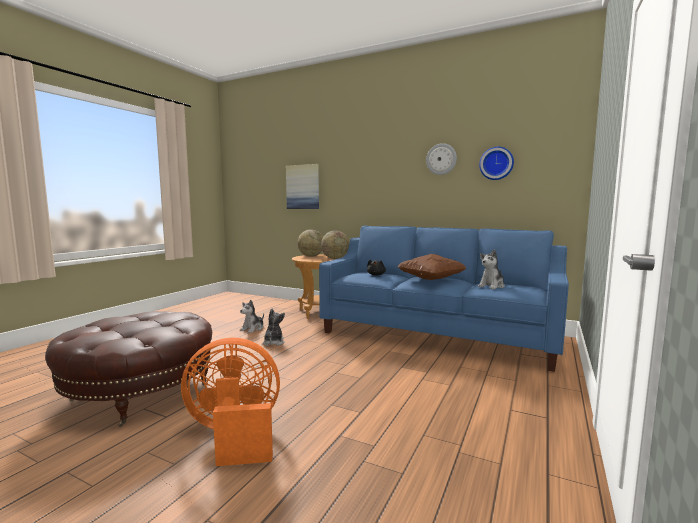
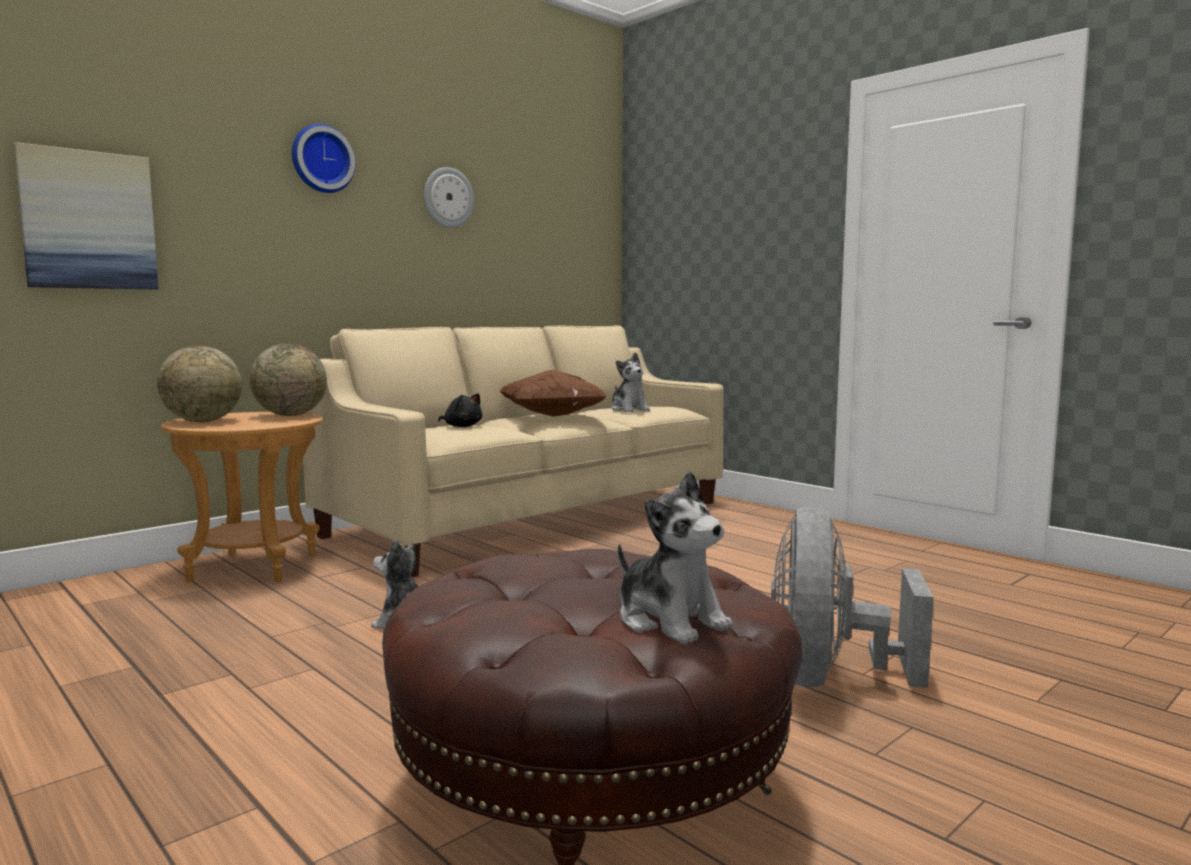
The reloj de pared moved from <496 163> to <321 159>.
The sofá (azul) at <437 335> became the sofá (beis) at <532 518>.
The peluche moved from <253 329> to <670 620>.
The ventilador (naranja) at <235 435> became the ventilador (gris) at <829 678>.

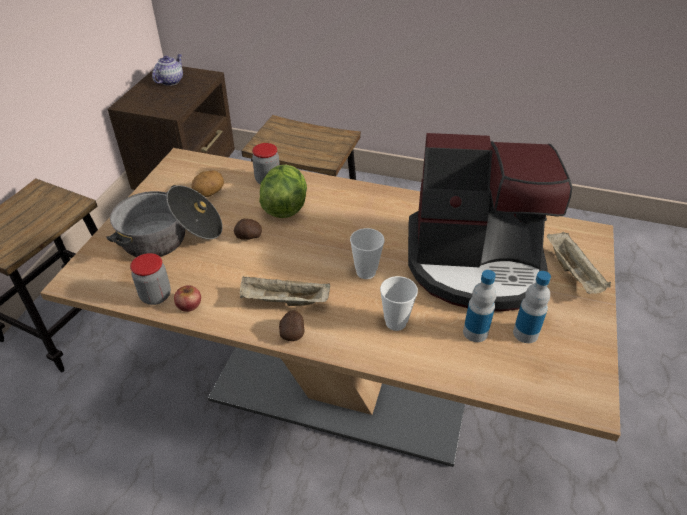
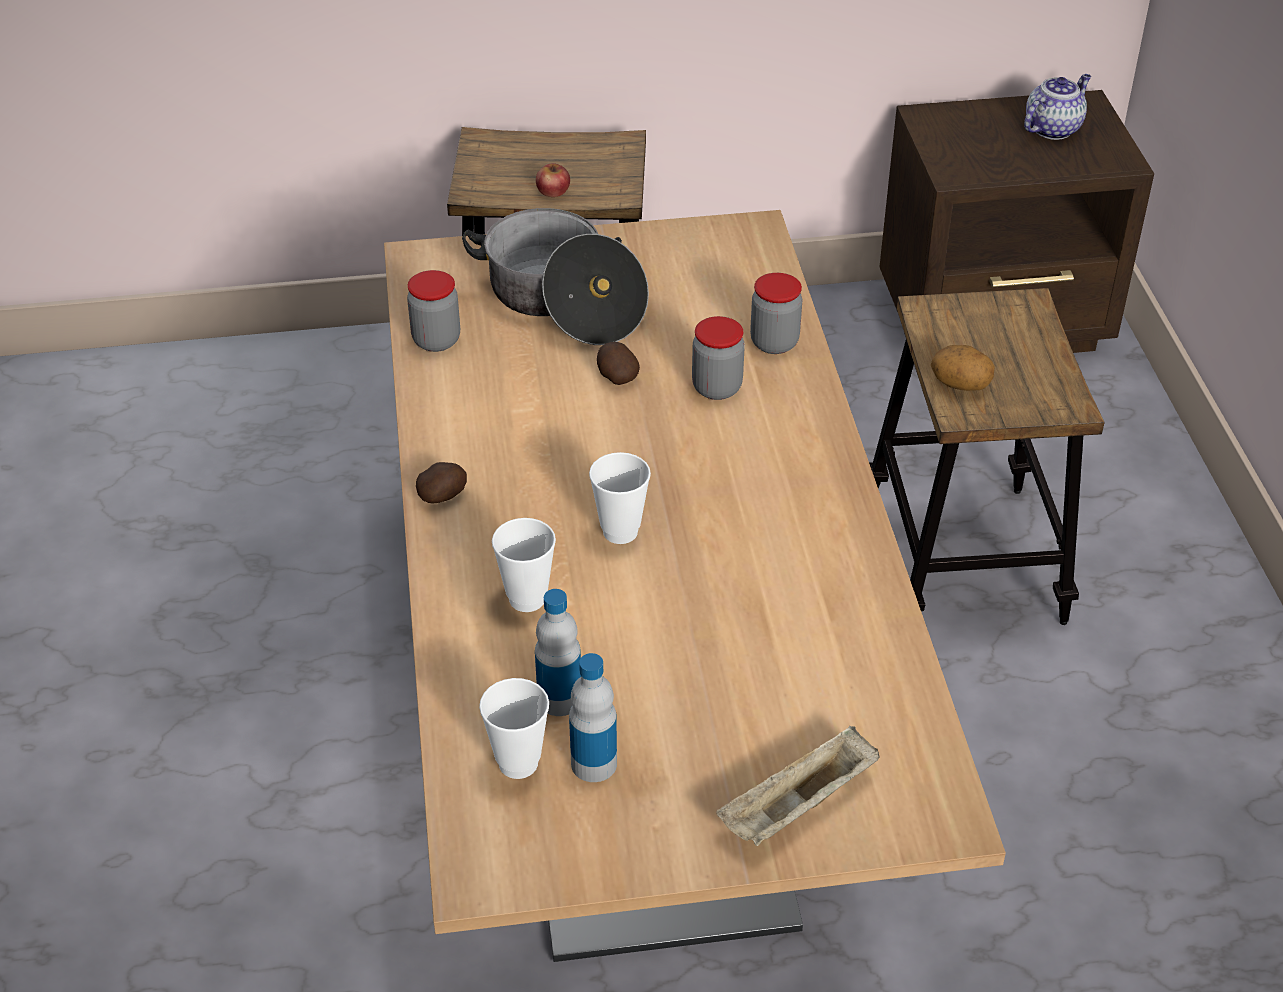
The taza at <518 763> appeared.
The manzana moved from <189 304> to <553 191>.
The lechuga at <285 207> was replaced by the tarro at <717 388>.
The patata moved from <209 193> to <960 385>.
The tetera at <170 81> turned 45 degrees counterclockwise.
The bandeja (beis) at <283 301> disappeared.
The cafetera at <475 264> disappeared.

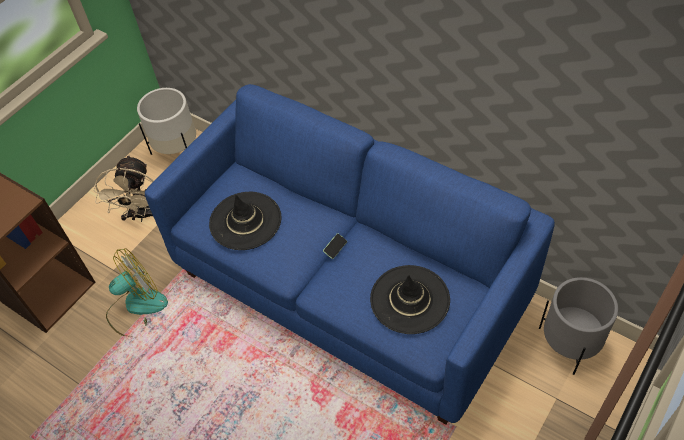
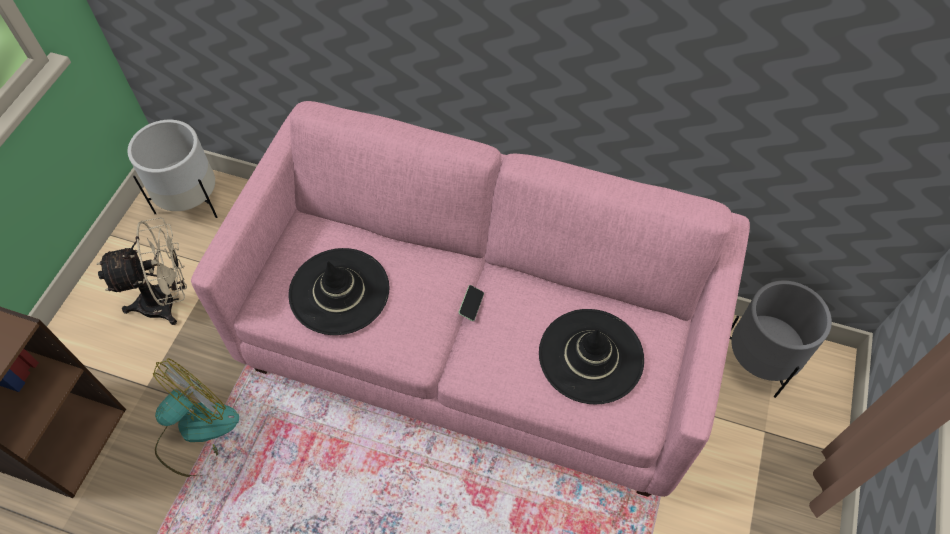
The ventilador (beis) at <142 215> turned 90 degrees counterclockwise.
The sofá (azul) at <350 286> became the sofá (rosa) at <476 343>.

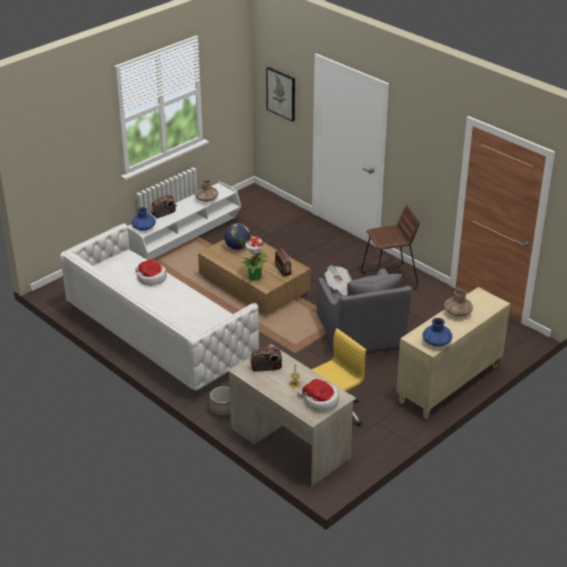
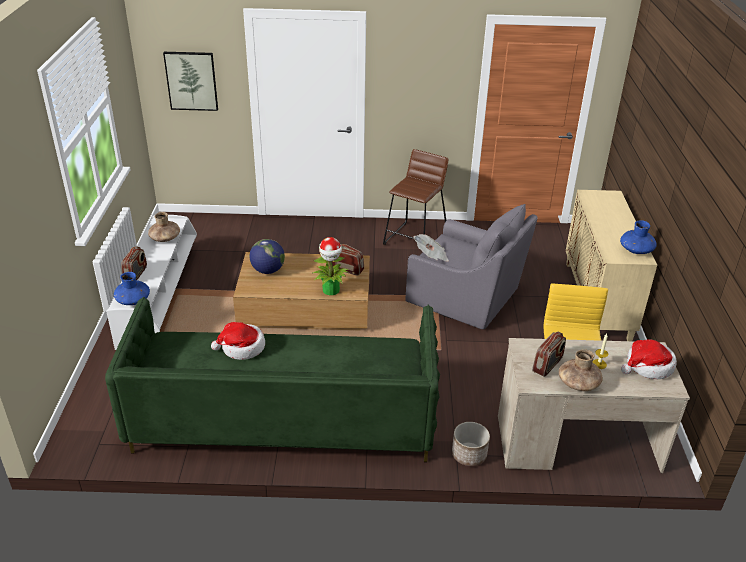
The sofá (blanco) at <160 336> became the sofá (verde) at <283 416>.
The florero (marrón) moved from <457 312> to <578 383>.

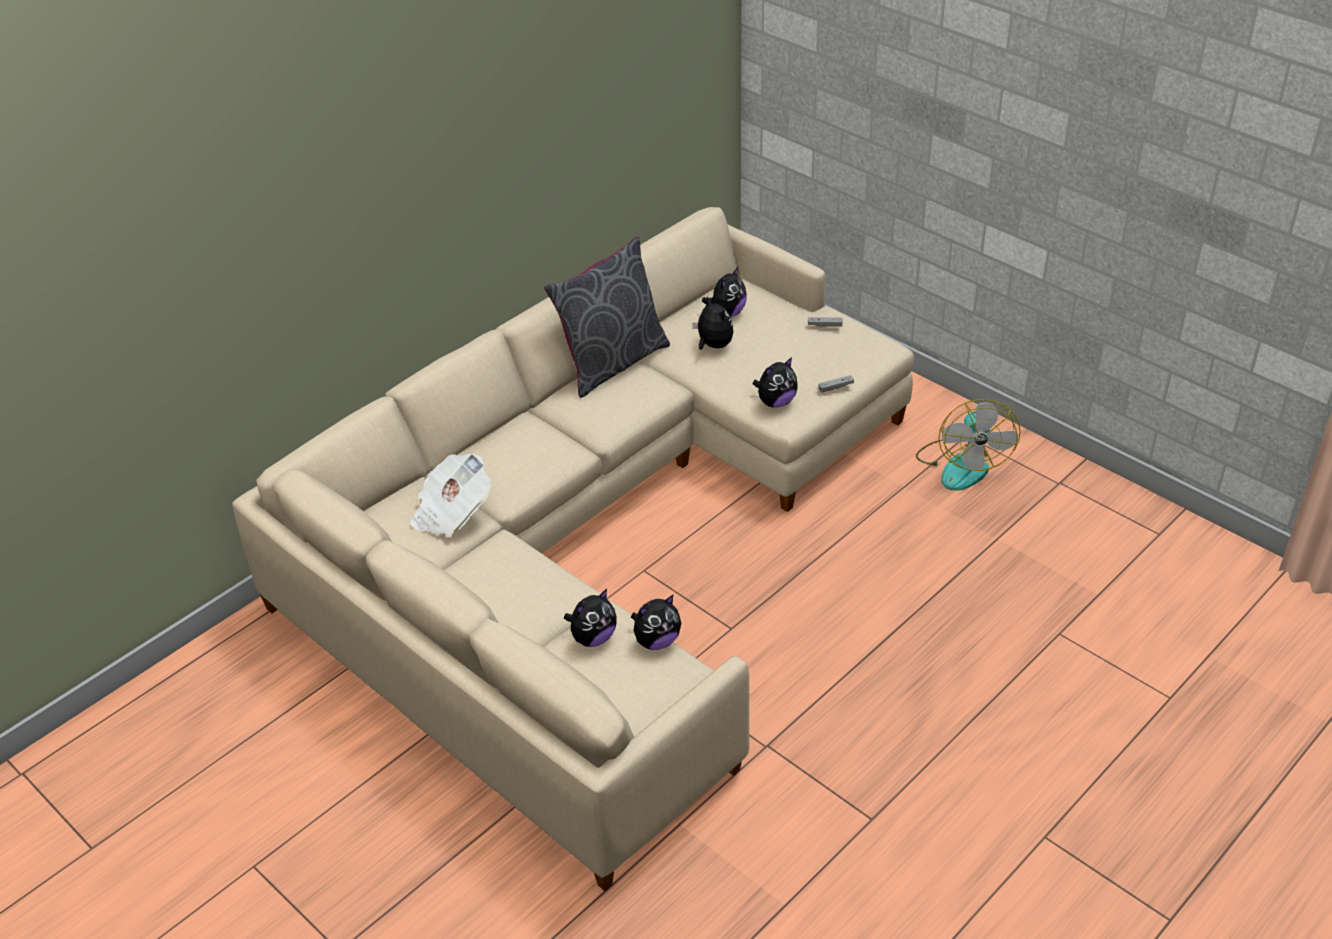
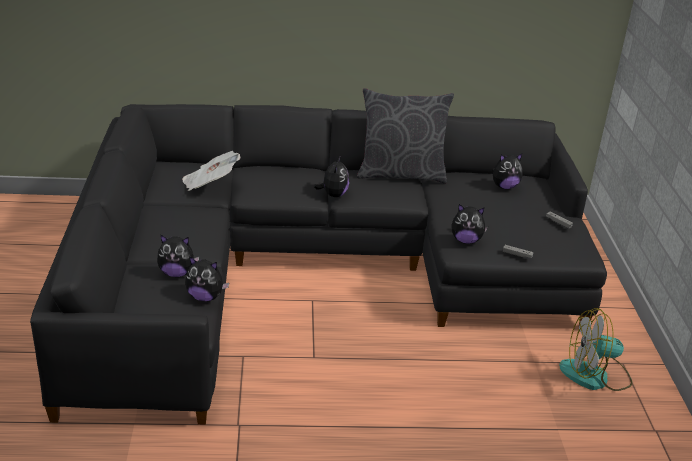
The sofá (beis) at <596 539> became the sofá (negro) at <311 271>.
The peluche moved from <713 345> to <333 195>.
The ventilador at <962 464> turned 45 degrees clockwise.

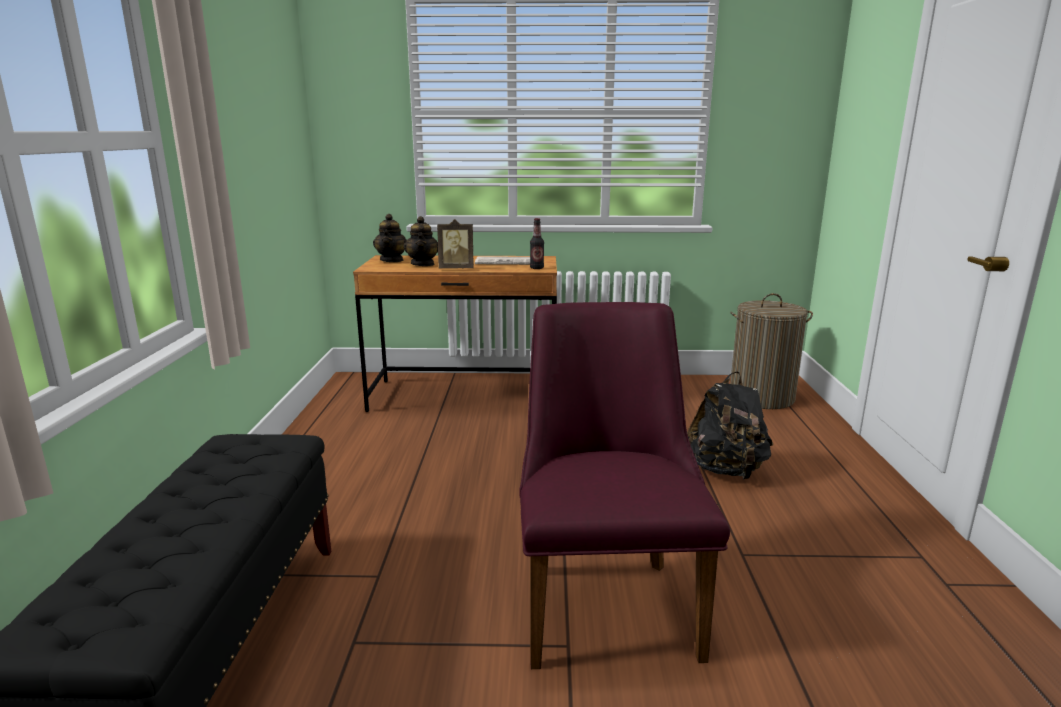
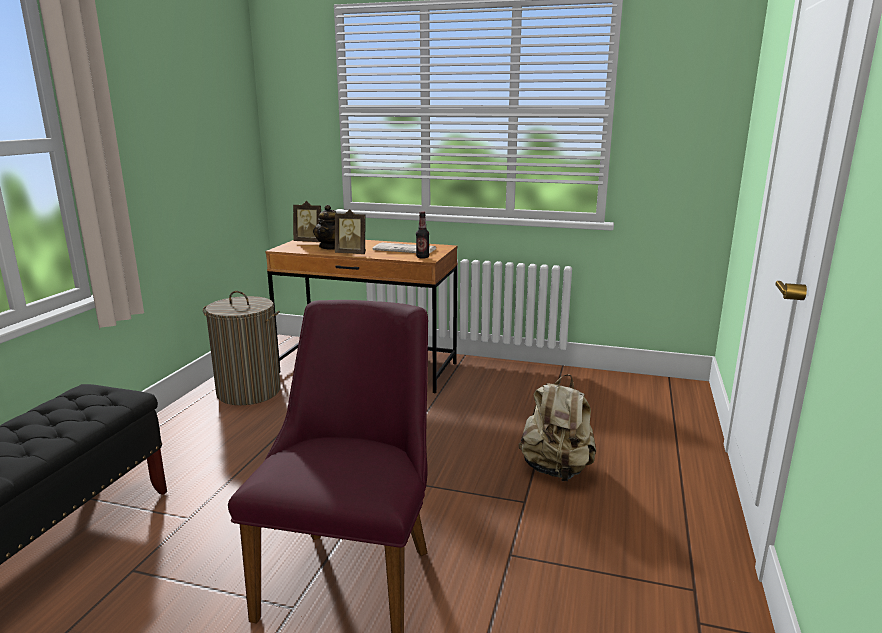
The cesto de la ropa moved from <761 397> to <249 392>.
The tetera at <392 260> was replaced by the portarretratos at <310 242>.
The mochila (negro) at <725 470> became the mochila (beis) at <556 470>.

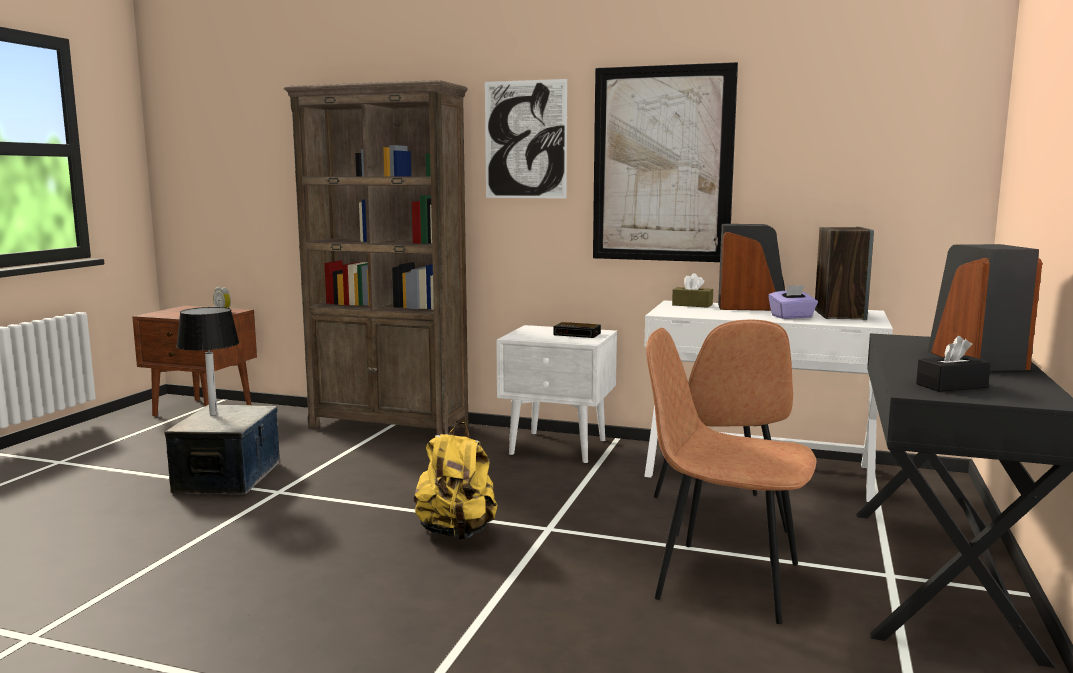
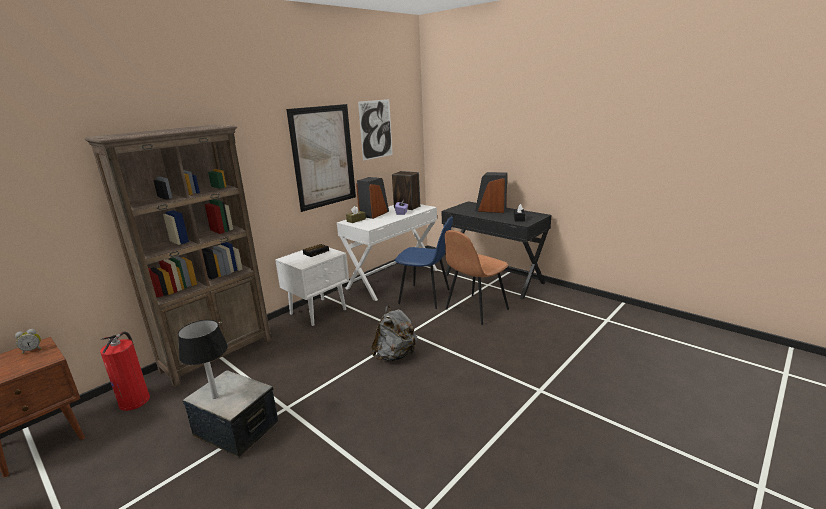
The extintor at <135 400> appeared.
The cuadro moved from <525 140> to <376 129>.
The mochila (amarillo) at <457 533> became the mochila (gris) at <395 355>.
The silla (marrón) at <718 515> became the silla (azul) at <426 297>.

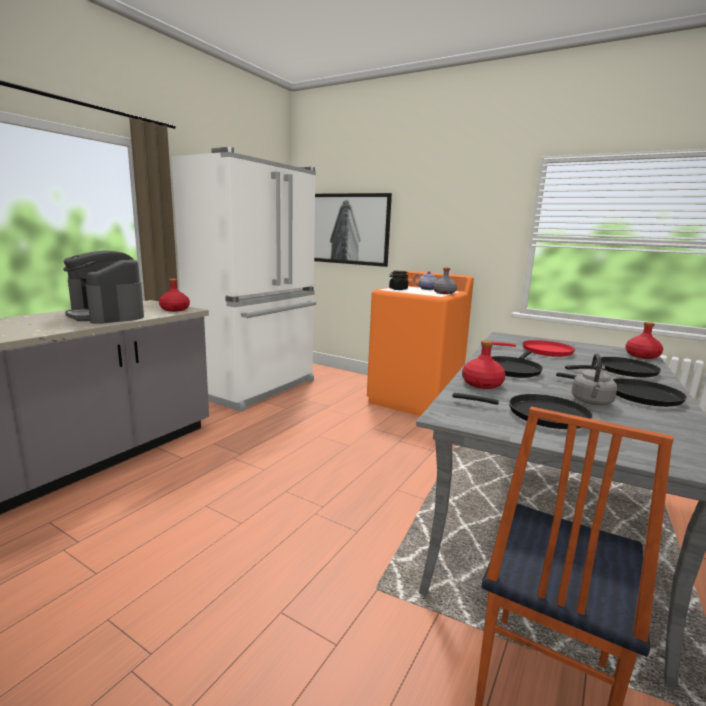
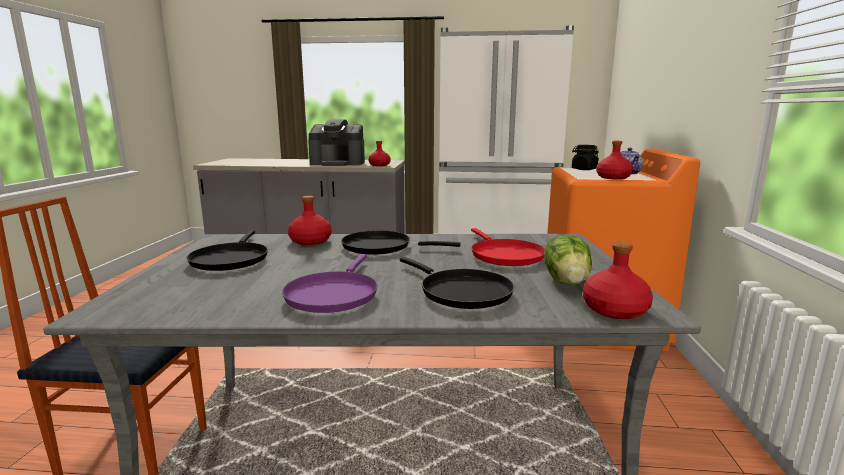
The sartén (negro) at <636 395> became the sartén (morado) at <333 294>.
The cafetera at <107 315> turned 105 degrees counterclockwise.
The lechuga at <567 281> appeared.
The botella (gris) at <444 293> became the botella (rojo) at <613 177>.
The cuadro at <345 229> disappeared.
The hervidor (gris) at <591 402> disappeared.

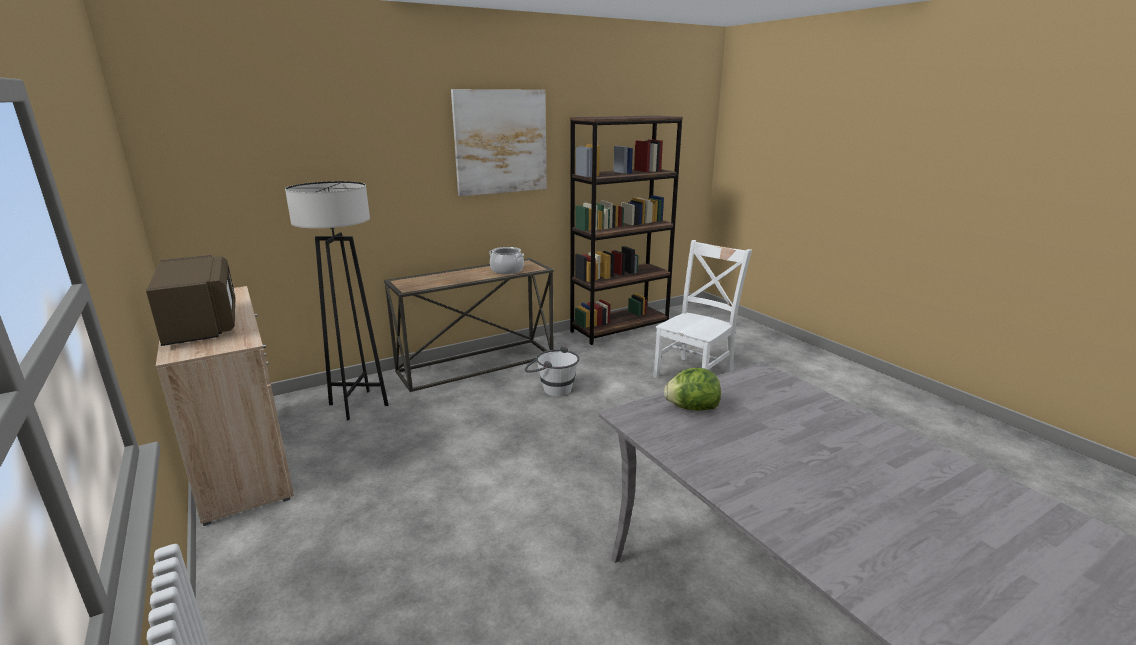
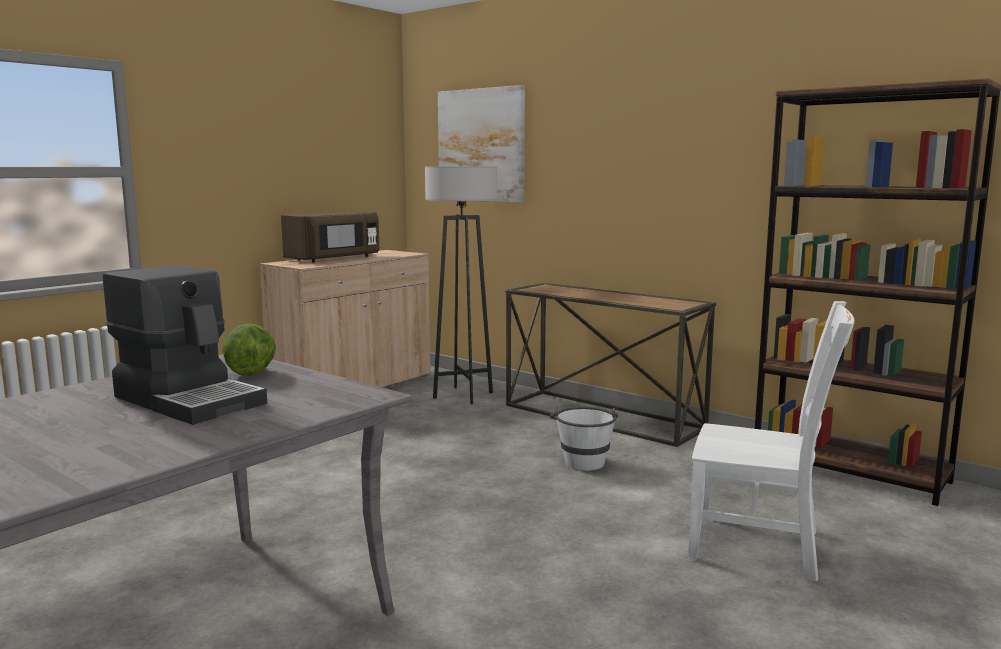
The cafetera at <190 400> appeared.
The cuadro moved from <501 142> to <481 145>.
The olla at <507 270> disappeared.

